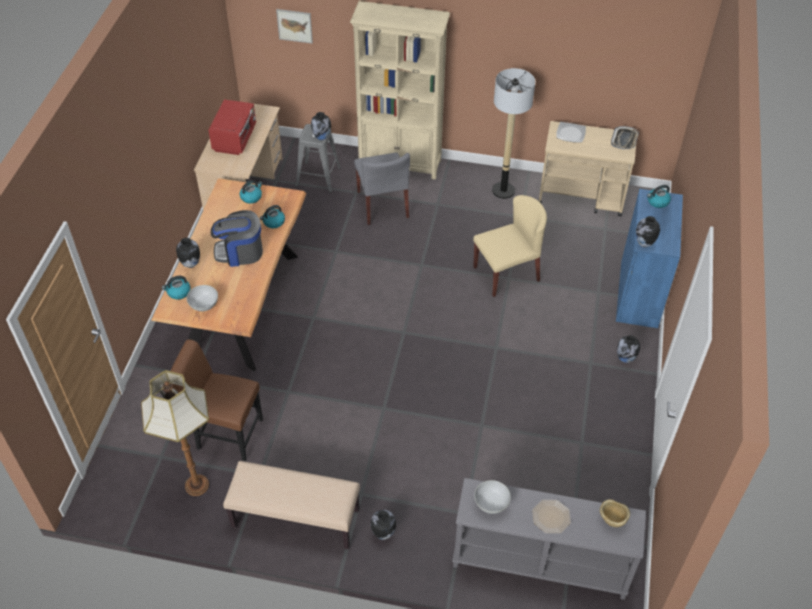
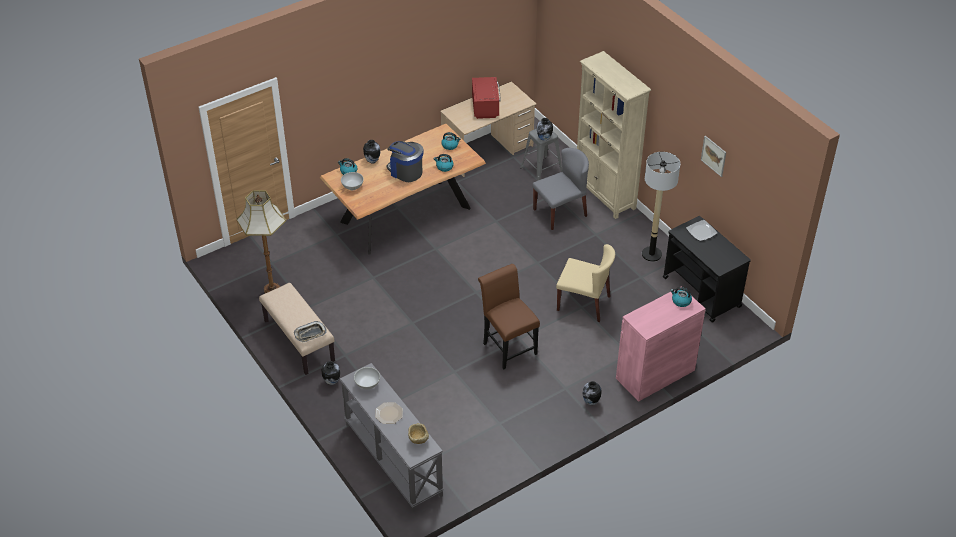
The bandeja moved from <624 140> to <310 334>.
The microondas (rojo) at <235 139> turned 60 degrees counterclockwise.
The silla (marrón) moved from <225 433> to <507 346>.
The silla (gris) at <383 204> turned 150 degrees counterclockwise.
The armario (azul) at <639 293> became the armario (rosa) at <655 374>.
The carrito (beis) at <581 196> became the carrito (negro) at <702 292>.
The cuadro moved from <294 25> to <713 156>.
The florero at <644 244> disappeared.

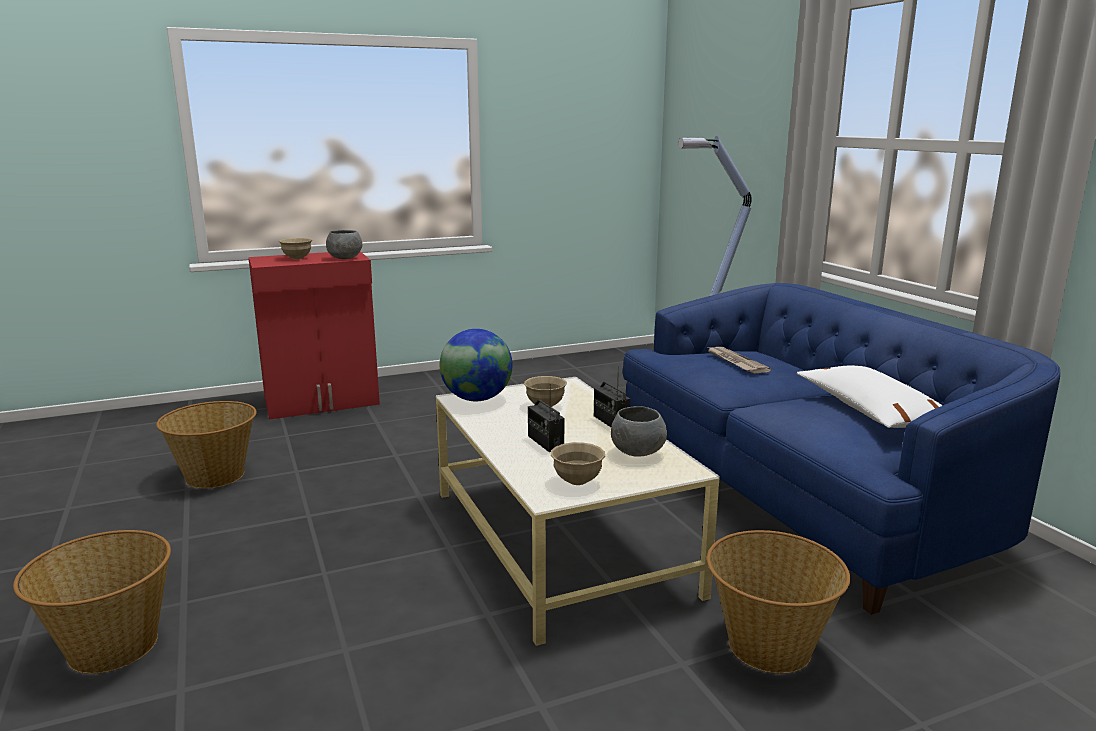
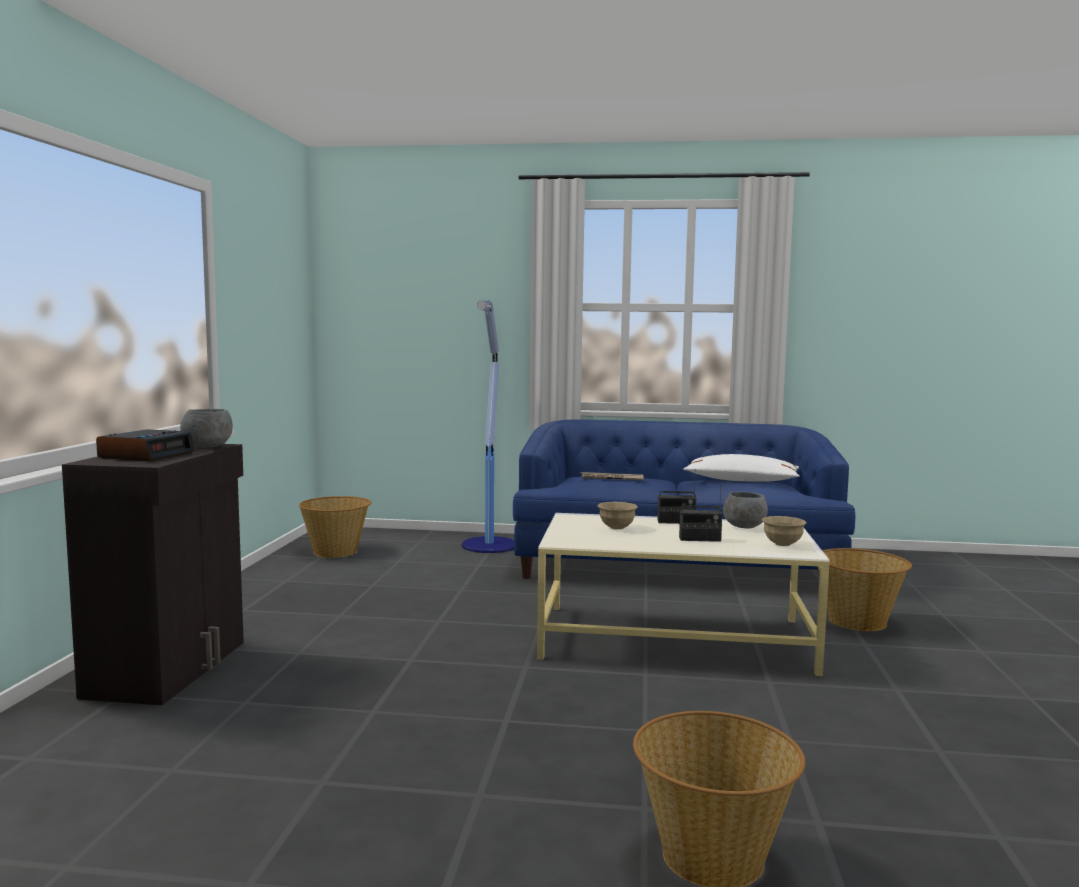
The armario (rojo) at <323 403> became the armario (negro) at <170 668>.
The cuenco (beis) at <297 258> was replaced by the despertador at <146 455>.
The cesta moved from <215 476> to <336 552>.
The globo terráqueo at <477 399> disappeared.

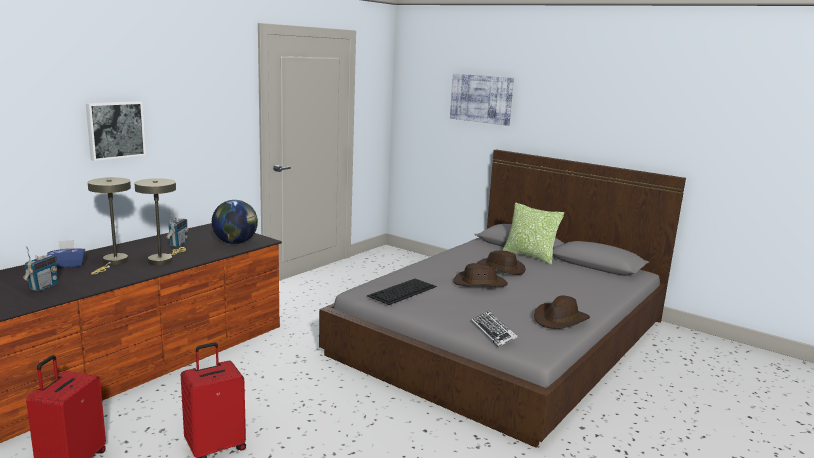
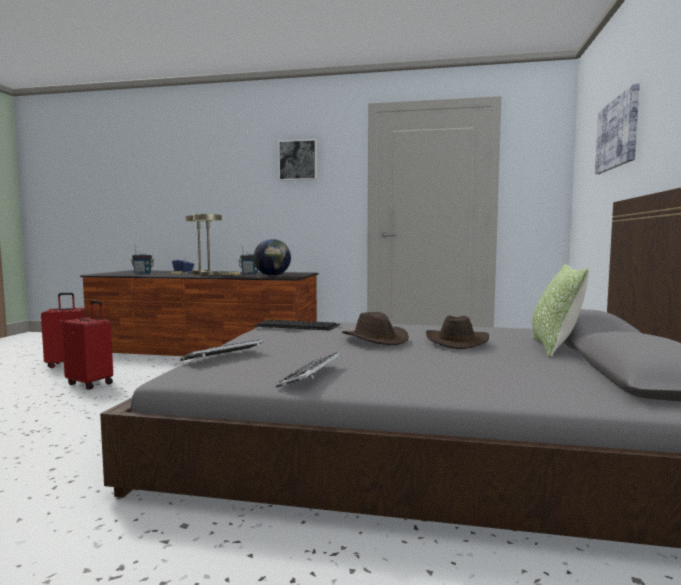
The sombrero (marrón) at <560 319> was replaced by the teclado at <311 376>.
The cuadro moved from <115 130> to <298 160>.

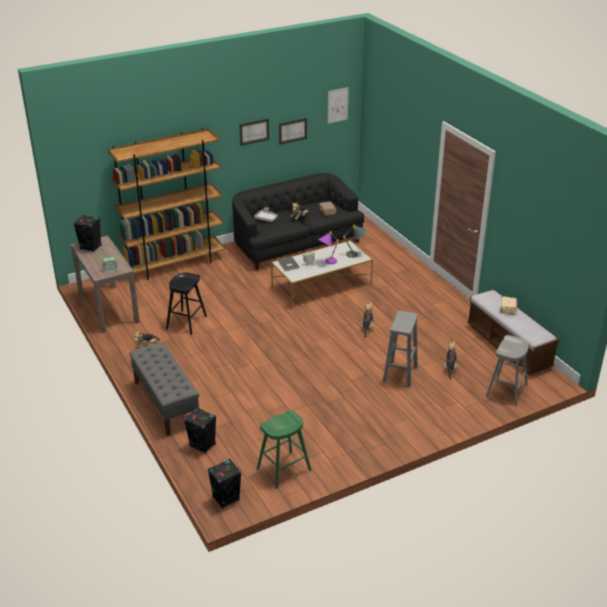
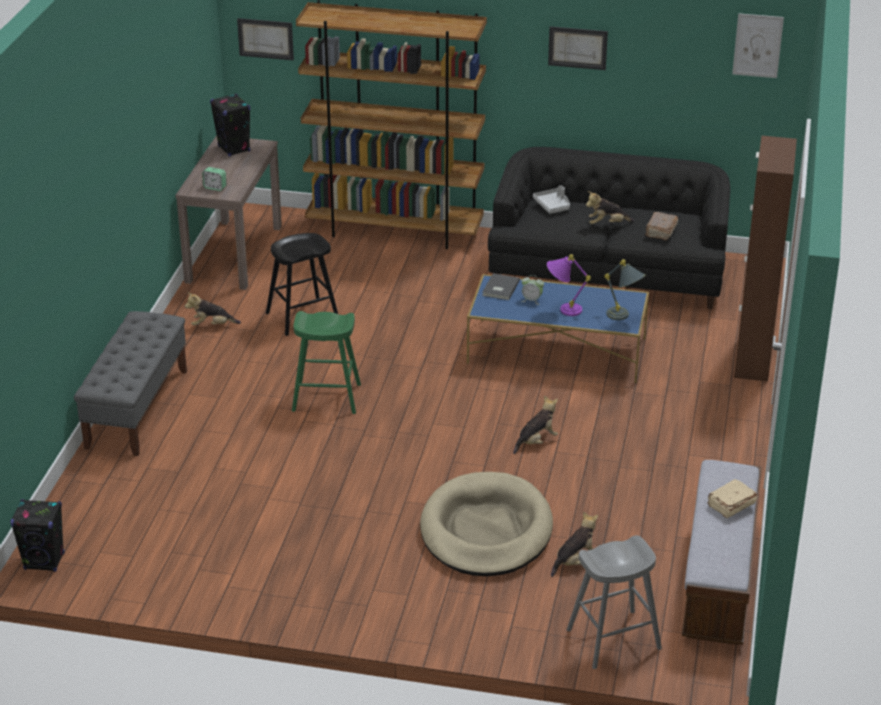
The cuadro moved from <292 131> to <265 38>.
The taburete (verde) moved from <284 469> to <327 398>.
The taburete (gris) at <400 374> was replaced by the cama para perro (beis) at <486 530>.
The mesa de centro (blanco) at <322 286> became the mesa de centro (azul) at <558 351>.
The armario (marrón) at <753 359> appeared.
The altavoz (negro) at <203 445> disappeared.

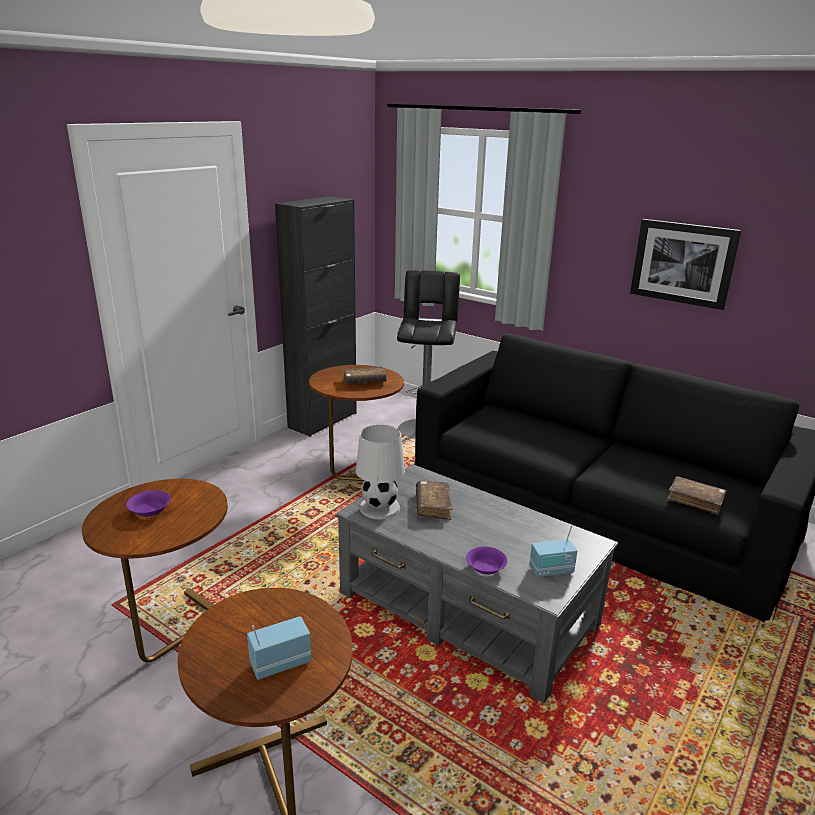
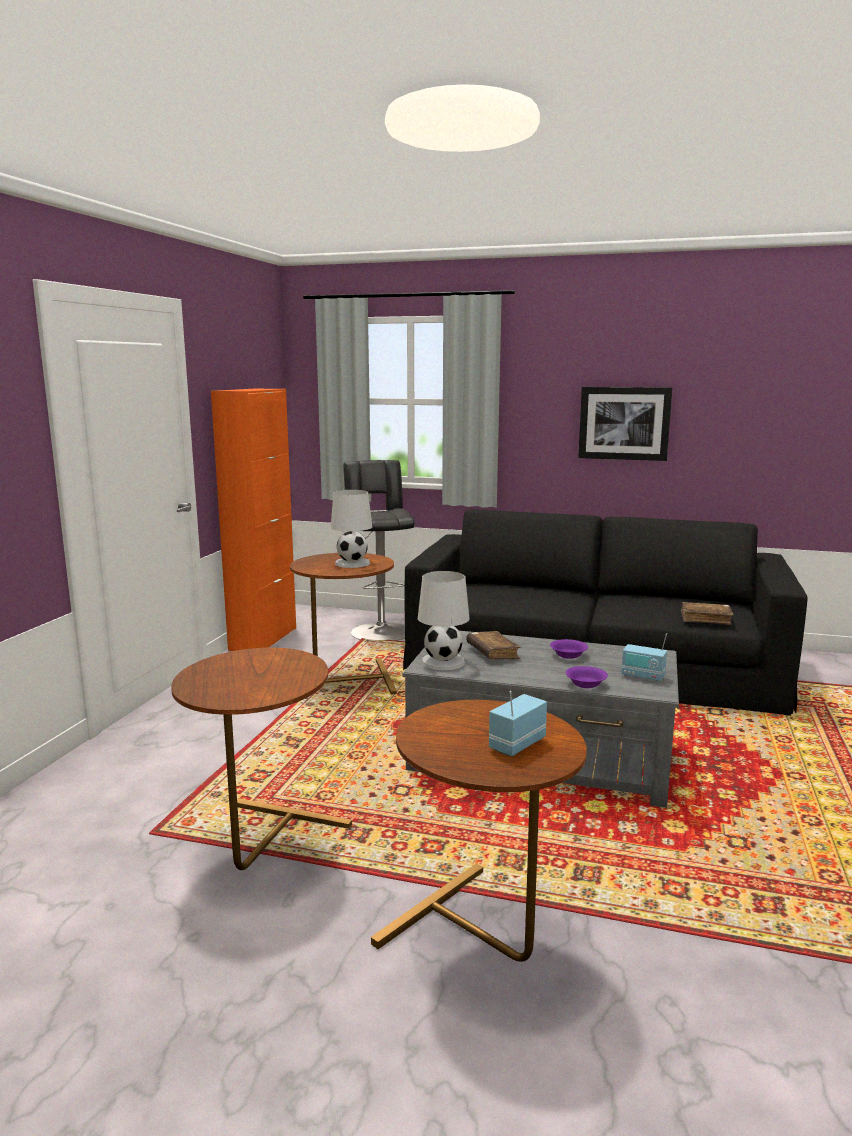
The armario (negro) at <323 420> became the armario (naranja) at <263 639>.
The libro (marrón) at <364 381> was replaced by the lámpara de mesa (blanco) at <352 563>.
The cuenco (morado) moved from <150 511> to <569 655>.
The radio at <551 571> turned 60 degrees clockwise.

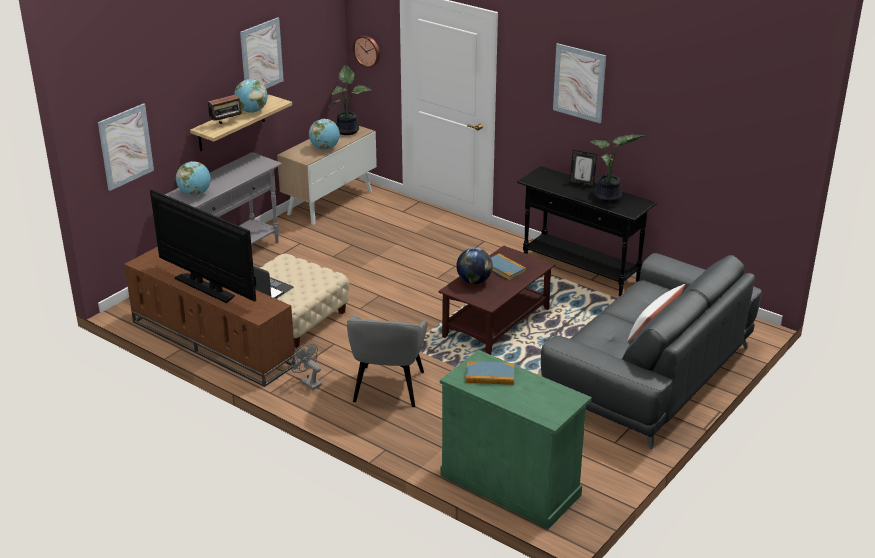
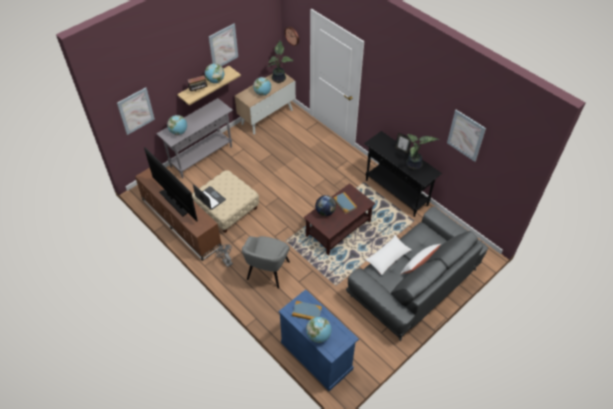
The armario (verde) at <510 485> became the armario (azul) at <316 355>.
The globo terráqueo at <318 335> appeared.
The cojín (blanco) at <388 257> appeared.
The cuadro moved from <579 83> to <466 135>.

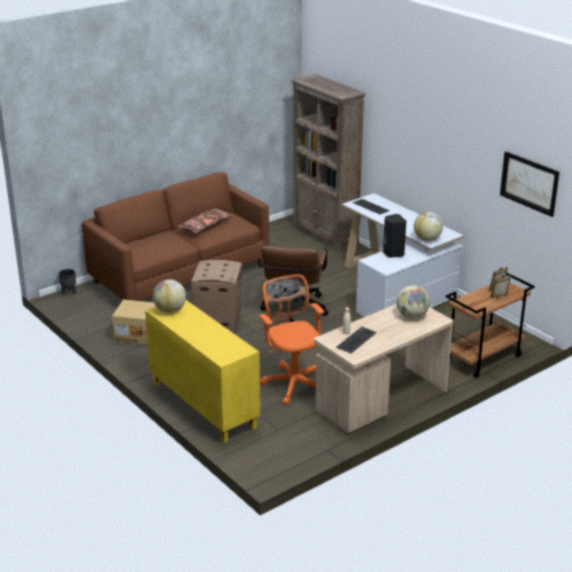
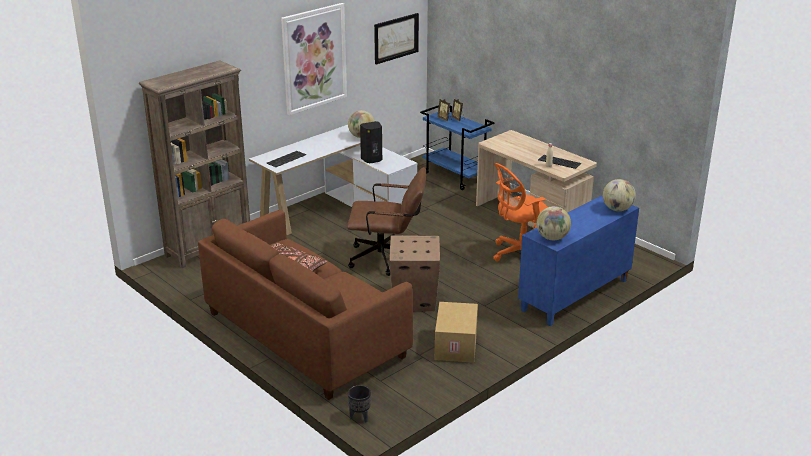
The cuadro at <314 58> appeared.
The carrito (marrón) at <483 359> became the carrito (azul) at <456 176>.
The armario (amarillo) at <202 405> became the armario (azul) at <575 296>.
The globo terráqueo moved from <412 316> to <617 209>.

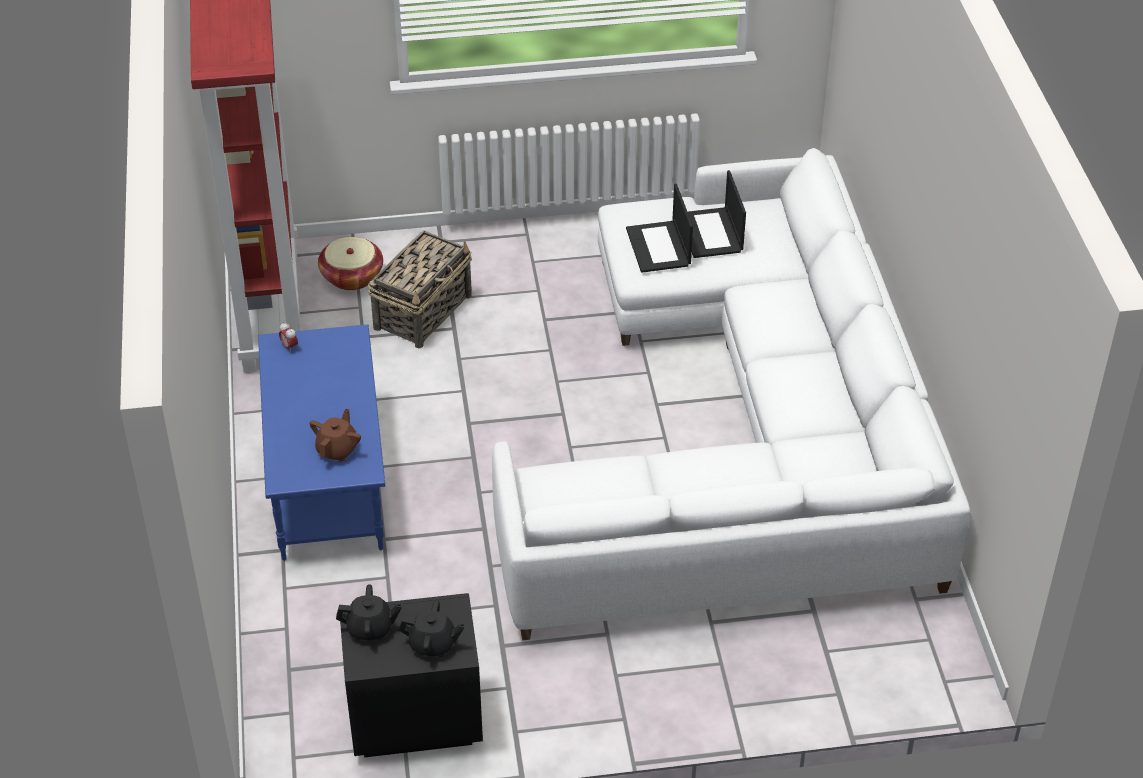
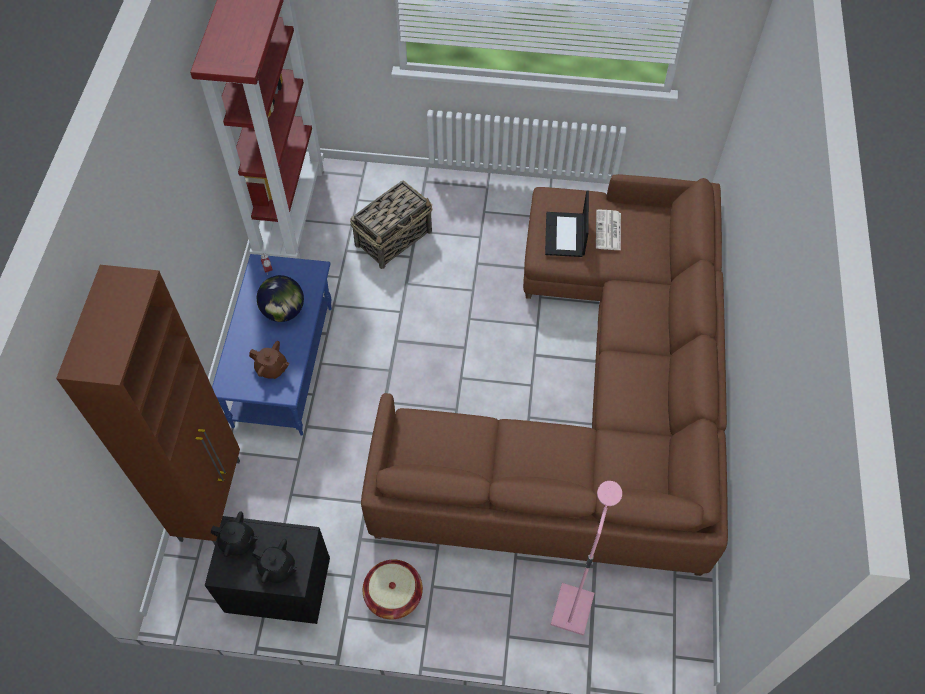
The armario (marrón) at <211 498> appeared.
The tetera (marrón) at <337 450> turned 75 degrees clockwise.
The globo terráqueo at <284 311> appeared.
The sofá (blanco) at <745 438> became the sofá (marrón) at <590 399>.
The cesta moved from <352 276> to <393 594>.
The lámpara de pie (rosa) at <571 608> appeared.
The portátil at <711 234> was replaced by the periódico at <608 231>.

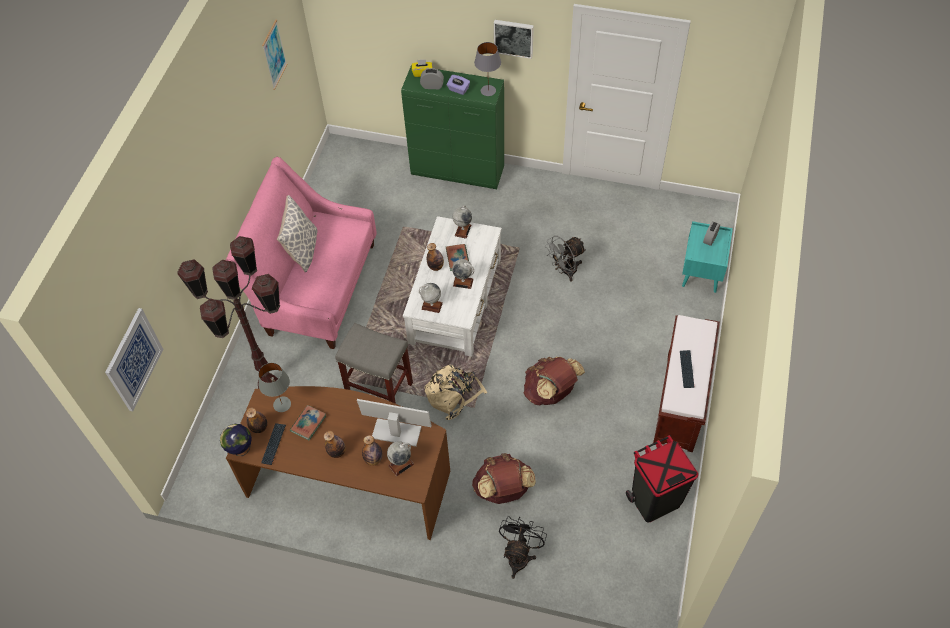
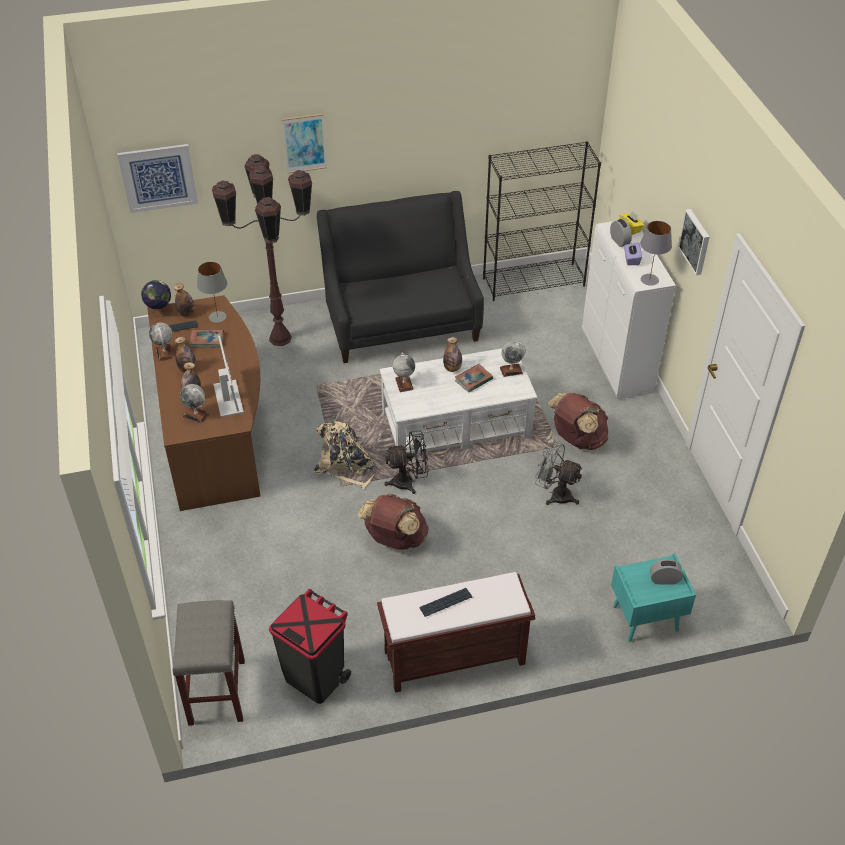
The globo terráqueo moved from <463 282> to <164 353>.
The taburete (gris) moved from <381 390> to <217 693>.
The cuadro moved from <274 55> to <304 143>.
The sofá (rosa) at <314 287> became the sofá (negro) at <401 323>.
The ventilador (negro) moved from <519 555> to <409 482>.
The estantería (negro) at <534 282> appeared.
The mochila (marrón) moved from <503 490> to <577 439>.
The armario (verde) at <458 171> became the armario (blanco) at <616 363>.
The cojín at <302 250> disappeared.

